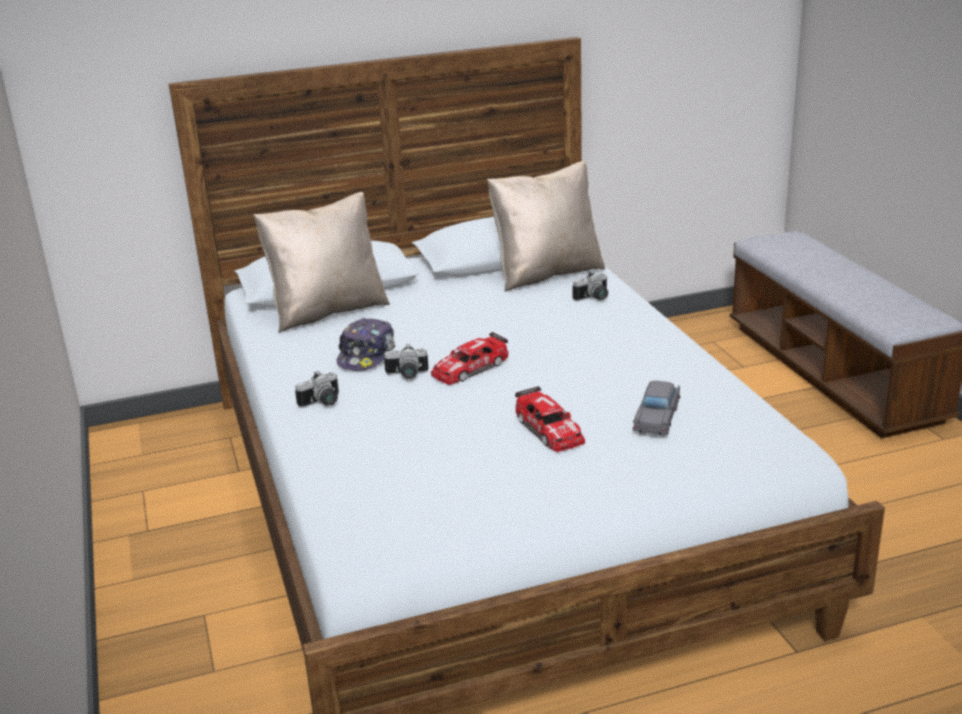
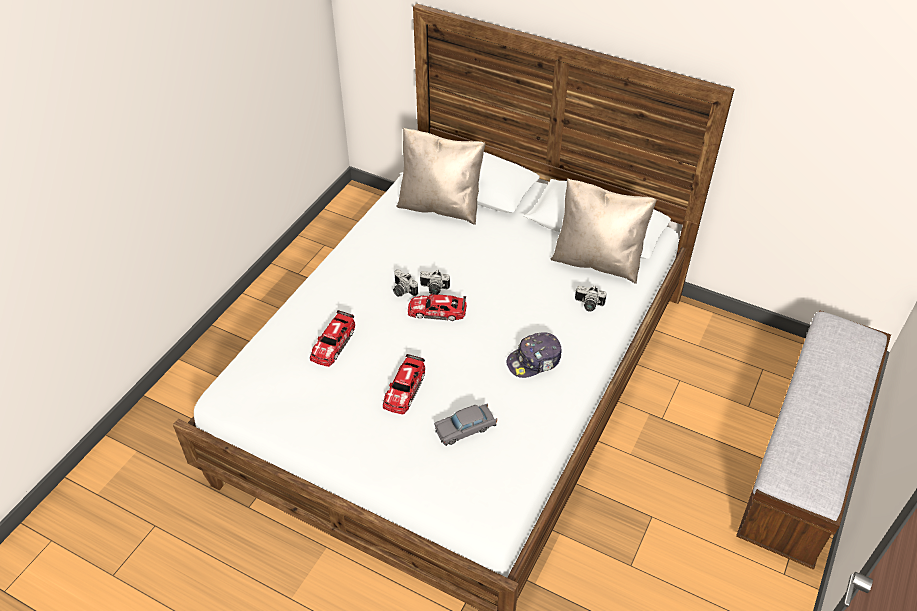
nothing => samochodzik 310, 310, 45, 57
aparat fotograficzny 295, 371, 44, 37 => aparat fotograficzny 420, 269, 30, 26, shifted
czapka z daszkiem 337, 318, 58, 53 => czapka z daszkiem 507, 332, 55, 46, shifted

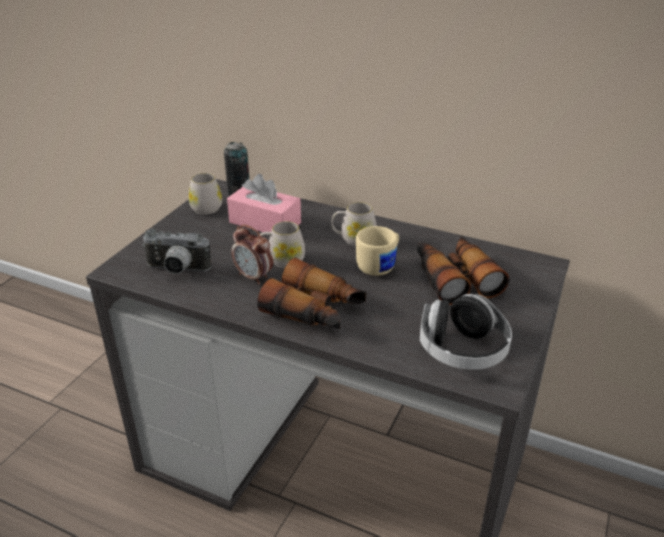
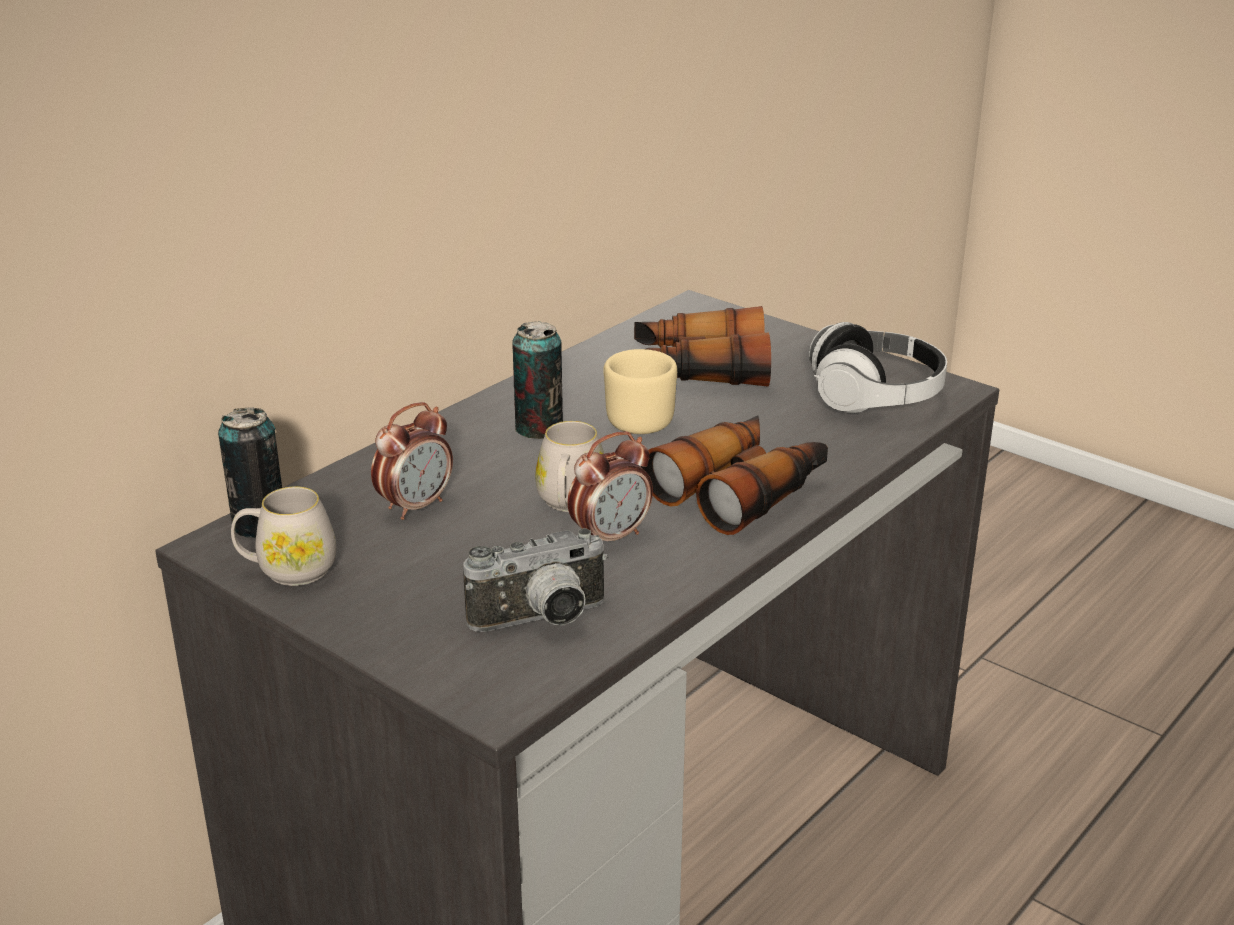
pudełko chusteczek/różowy 227, 174, 74, 58 => budzik 371, 402, 82, 118
kubek/biały 331, 202, 46, 45 => puszka 512, 321, 51, 118
aparat fotograficzny 142, 229, 69, 45 => aparat fotograficzny 463, 528, 145, 104, 45 degrees clockwise

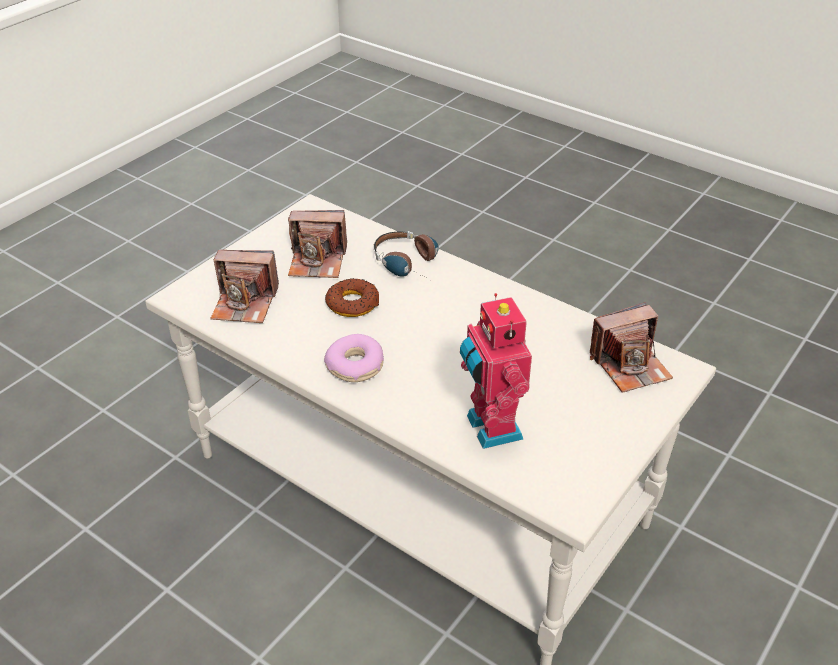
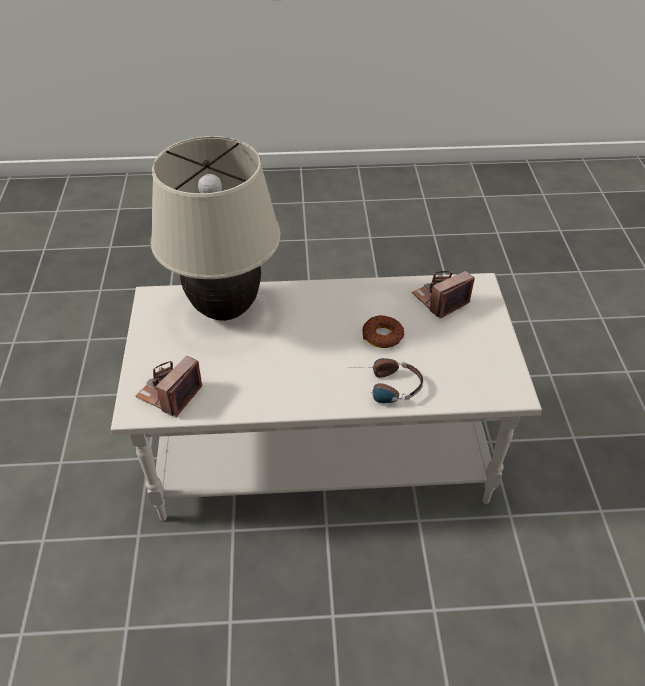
aparat fotograficzny 288, 210, 59, 68 => nothing
donut 324, 334, 60, 48 => nothing
robot zabawkowy 460, 293, 72, 156 => lampa stołowa/beżowy 150, 136, 131, 185

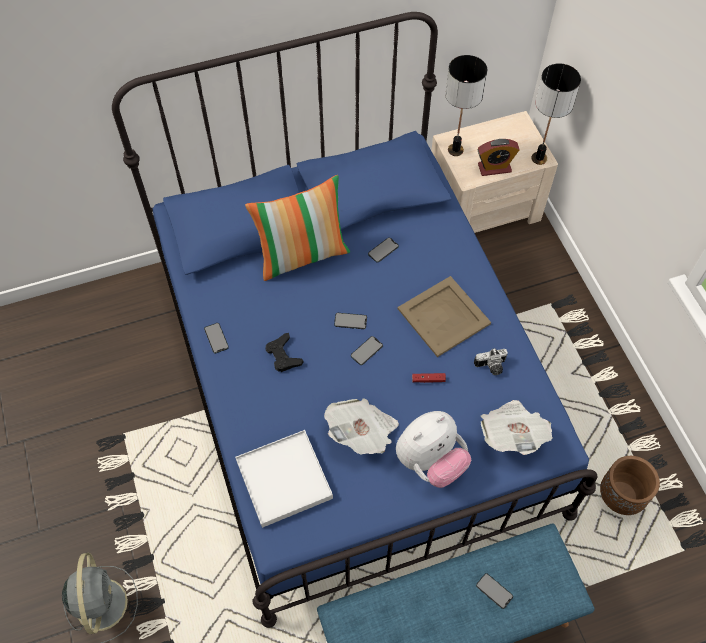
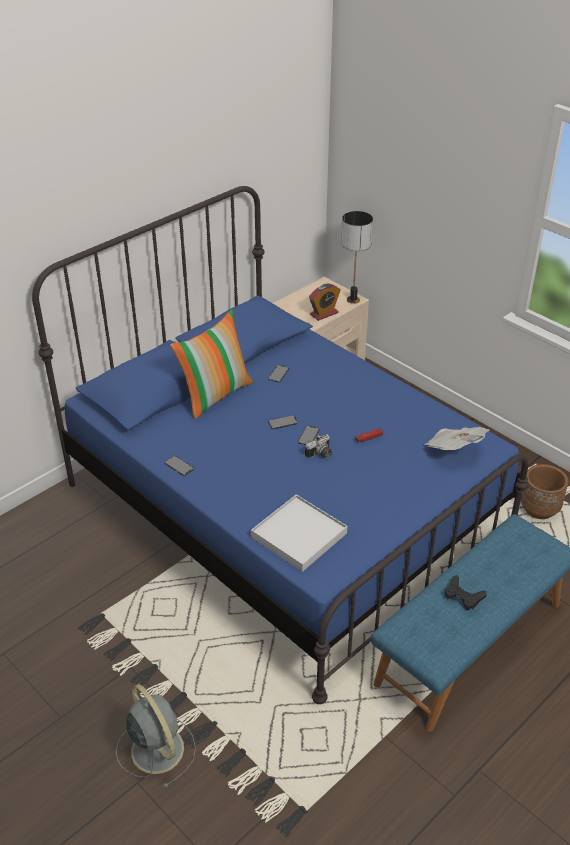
gazeta 324, 398, 75, 57 => nothing
pluszak 396, 411, 75, 77 => nothing
taca/beżowy 398, 276, 93, 81 => nothing
lampa stołowa 445, 55, 42, 101 => nothing
telefon 476, 573, 37, 36 => nothing
pad do gier/czarny 266, 333, 38, 39 => pad do gier/czarny 445, 575, 41, 35, shifted
aparat fotograficzny 474, 349, 34, 26 => aparat fotograficzny 305, 435, 27, 23, shifted

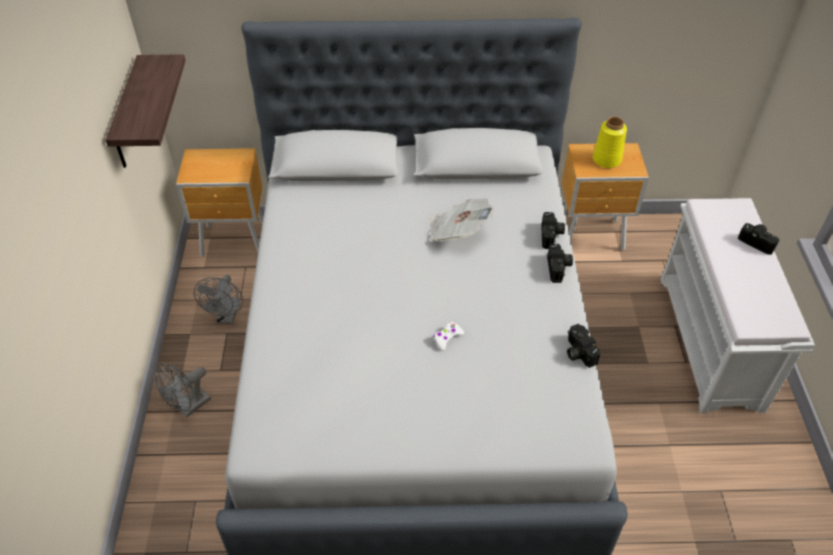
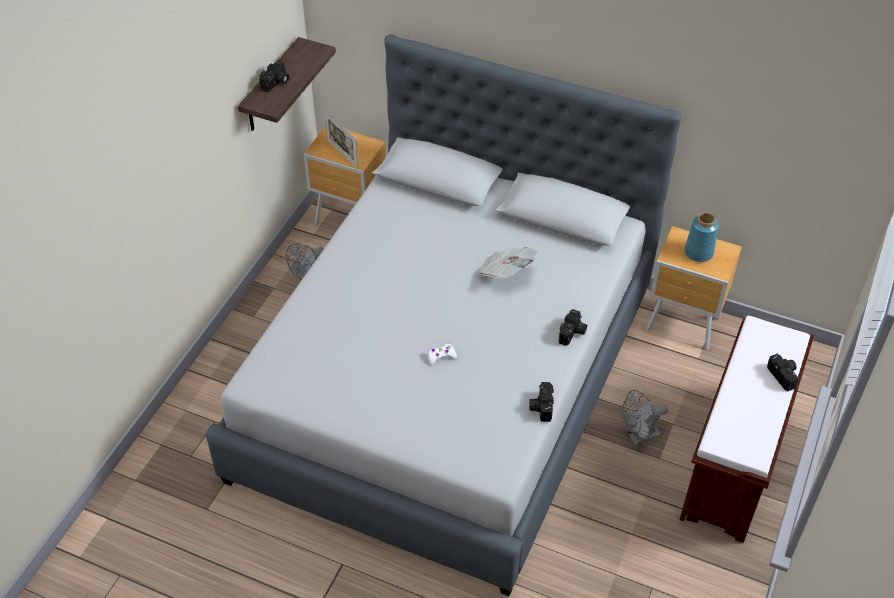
nothing => ramka na zdjęcie 324, 111, 34, 57
wentylator/szary 156, 363, 55, 55 => wentylator/szary 622, 390, 47, 55, shifted
aparat fotograficzny 541, 212, 24, 37 => aparat fotograficzny 259, 61, 30, 31, shifted
wazon/żółty 593, 117, 34, 51 => wazon/niebieski 684, 212, 34, 50
ławka/biały 660, 198, 155, 216 => ławka/brązowy 679, 316, 135, 227

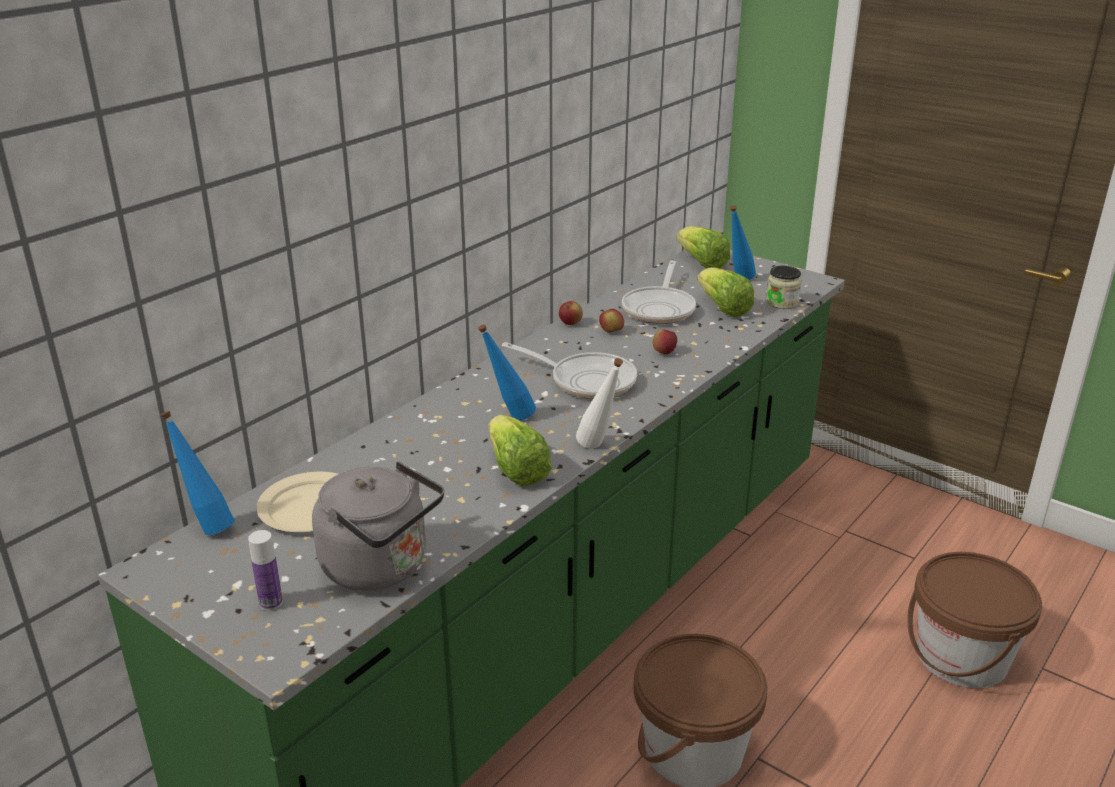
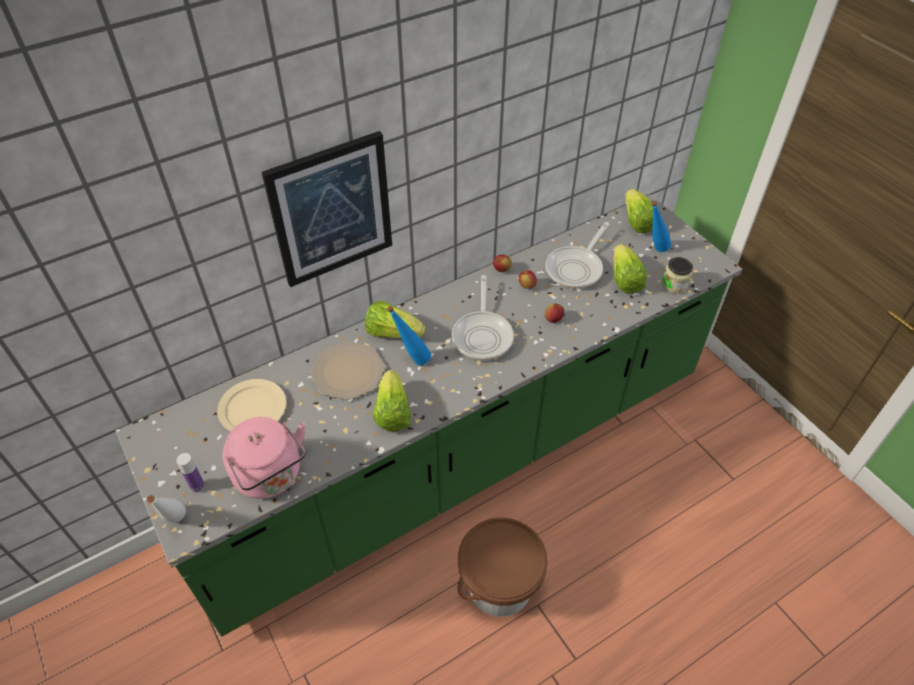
butelka/niebieski 161, 411, 74, 124 => nothing
wiadro/brązowy 907, 552, 135, 136 => nothing
nothing => obraz 262, 131, 130, 156
nothing => talerz 310, 341, 75, 59
nothing => sałata 365, 301, 60, 37
butelka/biały 576, 358, 47, 91 => butelka/biały 147, 495, 39, 28, shifted
czajnik/szary 312, 461, 132, 130 => czajnik/różowy 223, 417, 83, 82
patelnia 502, 342, 135, 57 => patelnia 452, 275, 62, 85, 45 degrees clockwise

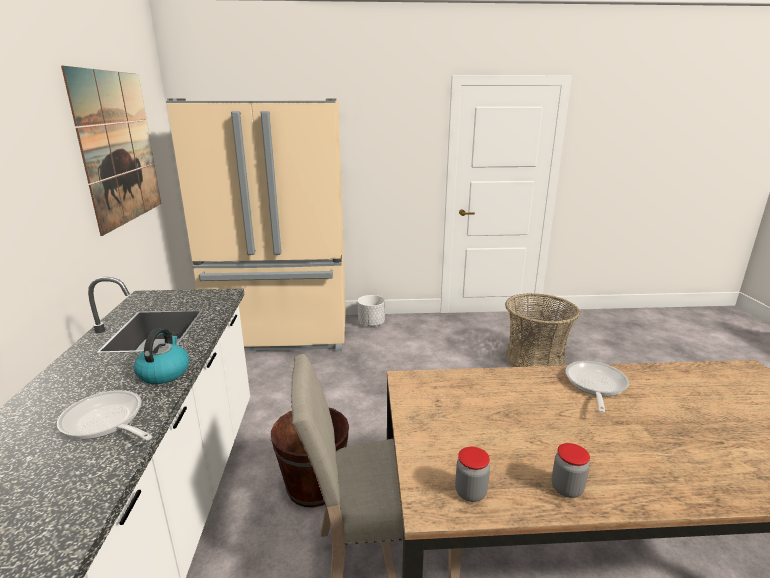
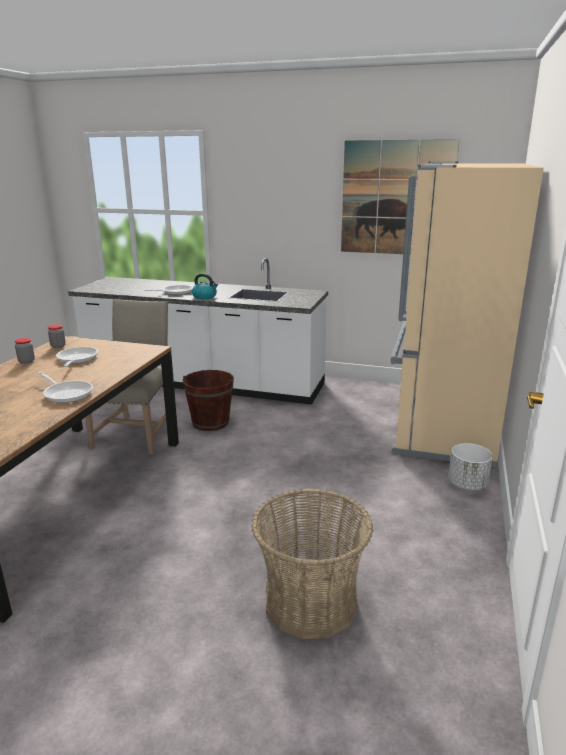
nothing => patelnia 56, 347, 42, 20

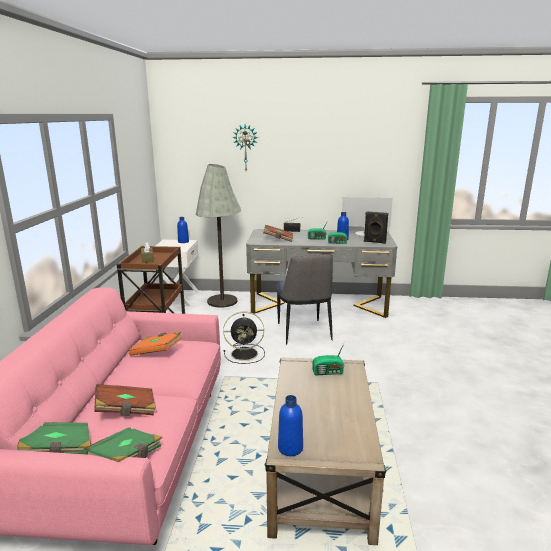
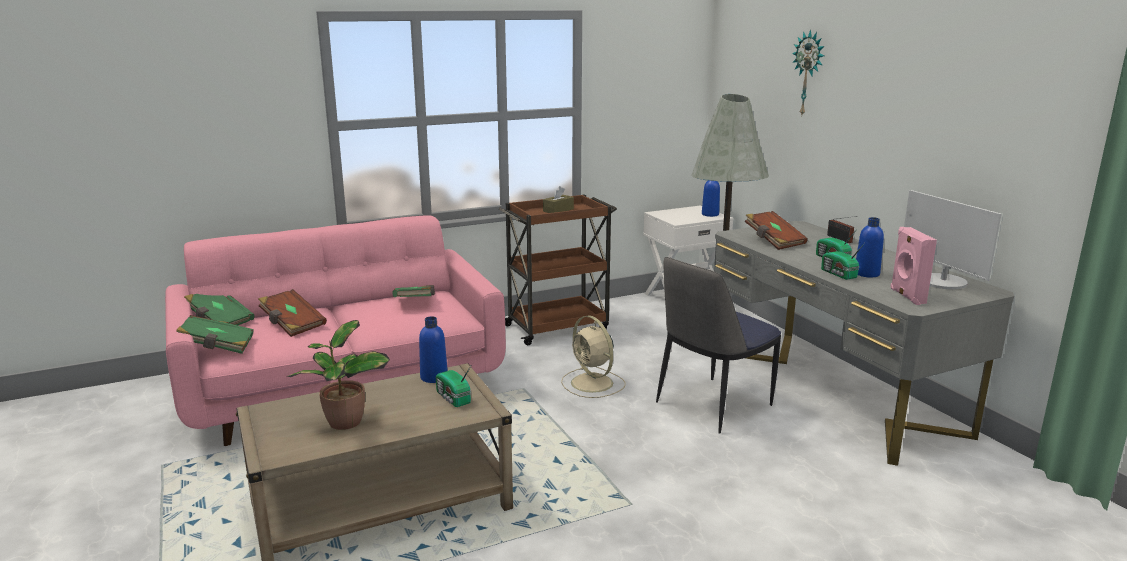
nothing => roślina doniczkowa 286, 320, 104, 110
butelka/niebieski 278, 395, 25, 61 => butelka/niebieski 419, 316, 29, 67, shifted
książka/pomarańczowy 128, 331, 54, 25 => książka/zielony 392, 285, 43, 12
wentylator/czarny 223, 312, 42, 52 => wentylator/beżowy 561, 315, 65, 83
głośnik/czarny 364, 211, 24, 33 => głośnik/różowy 890, 227, 47, 78

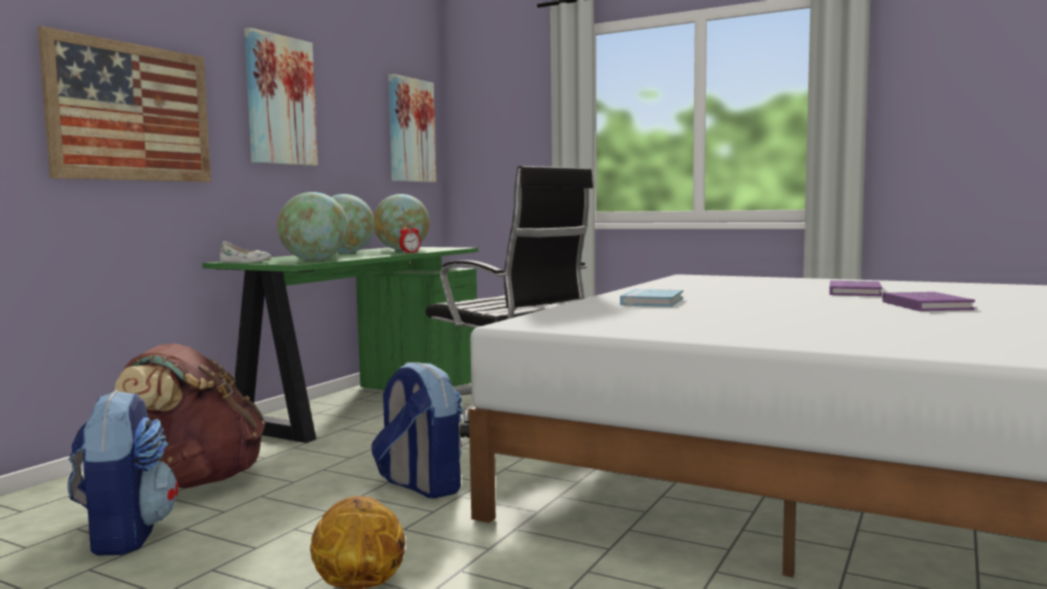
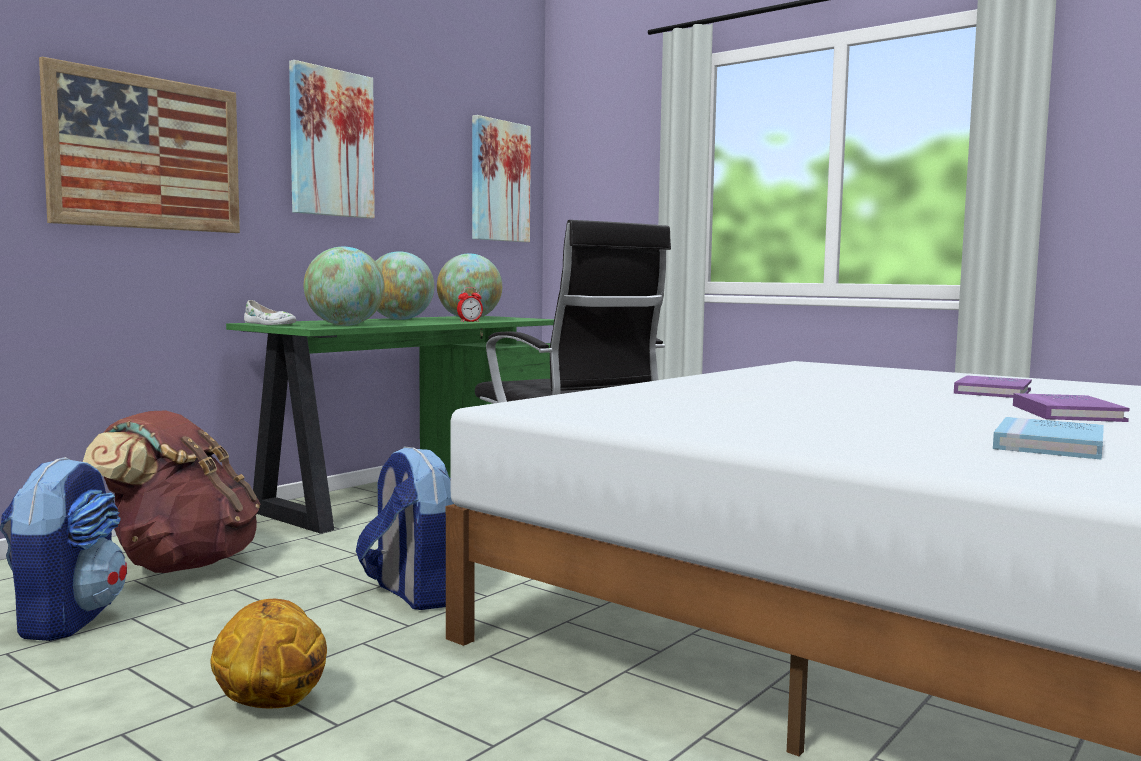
książka/niebieski 620, 289, 63, 18 => książka/niebieski 993, 417, 111, 43, shifted

